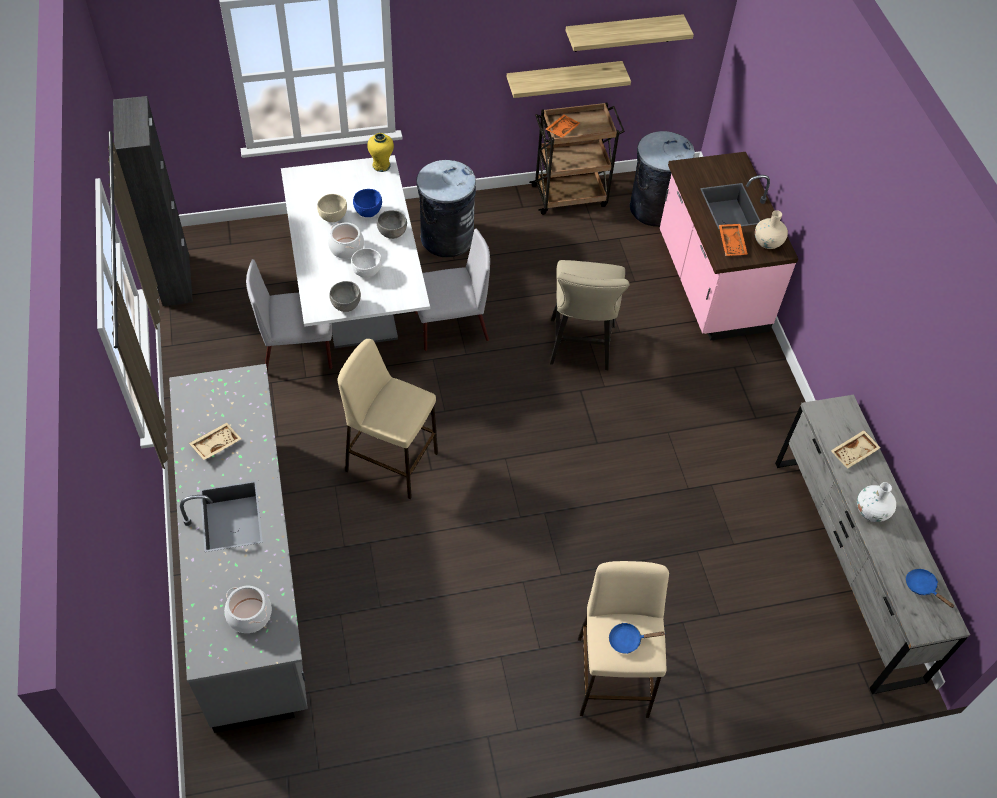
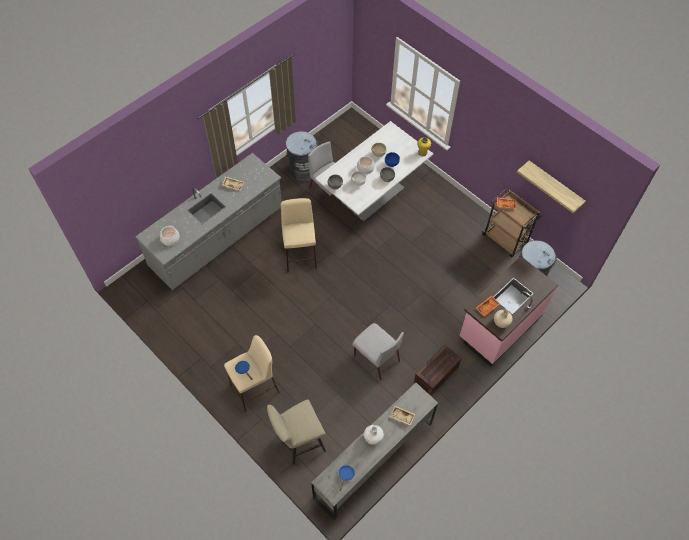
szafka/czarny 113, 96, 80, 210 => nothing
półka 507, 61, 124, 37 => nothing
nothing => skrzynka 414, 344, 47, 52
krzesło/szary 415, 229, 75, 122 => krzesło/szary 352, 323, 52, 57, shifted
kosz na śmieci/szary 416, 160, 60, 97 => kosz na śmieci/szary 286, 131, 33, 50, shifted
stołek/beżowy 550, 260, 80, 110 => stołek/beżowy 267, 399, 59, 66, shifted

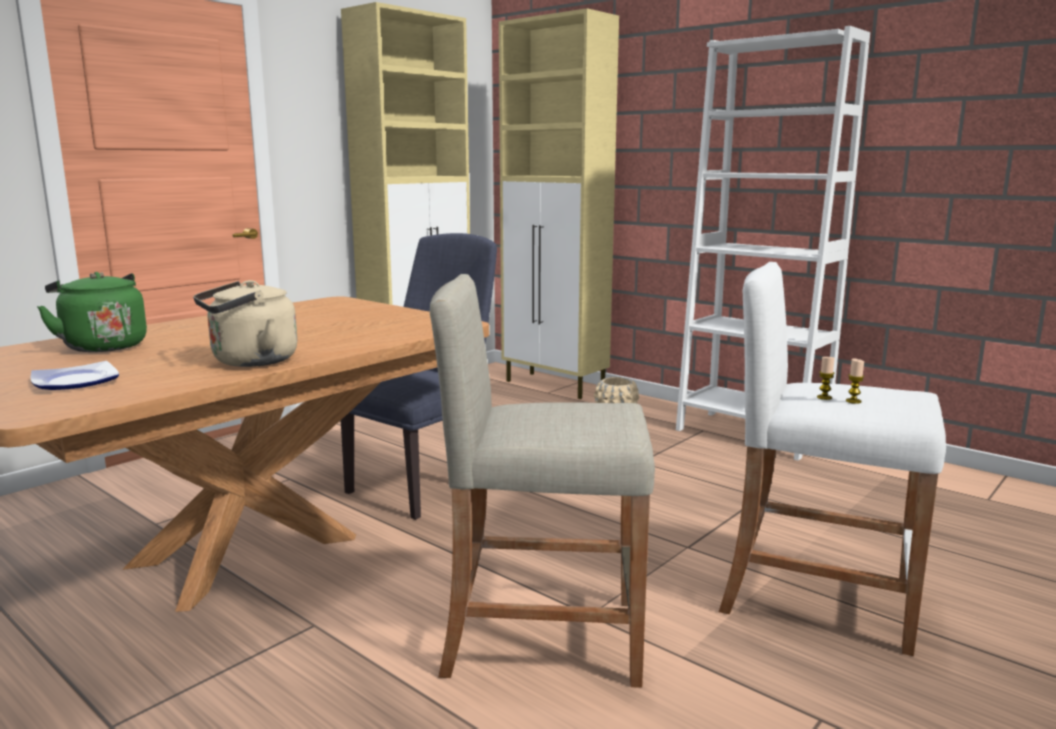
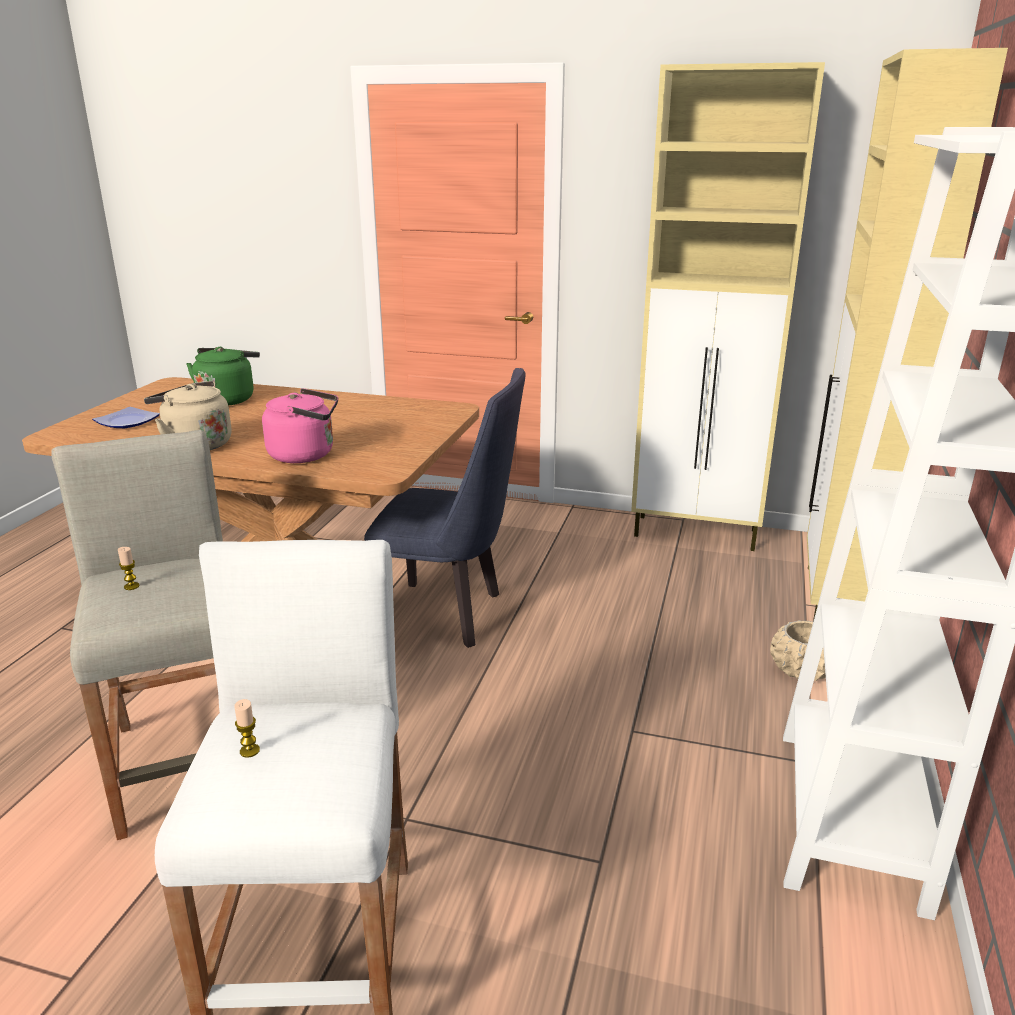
nothing => czajnik/różowy 262, 388, 76, 75
świeca 817, 356, 18, 44 => świeca 118, 547, 21, 43, shifted

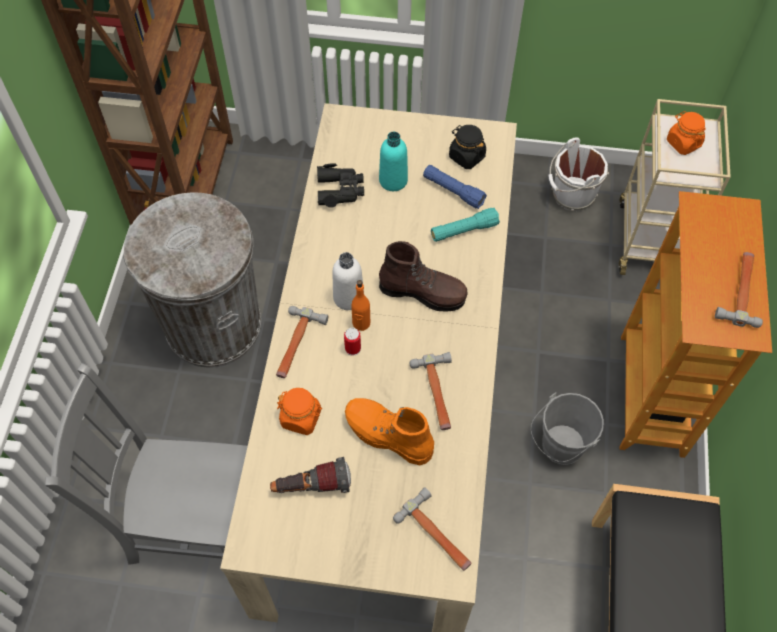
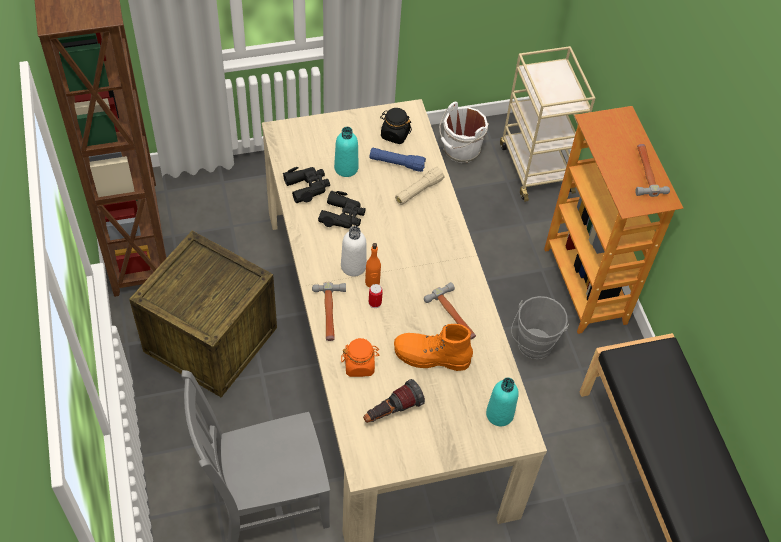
but z cholewką/brązowy 379, 241, 89, 71 => nothing
słoik/pomarańczowy 667, 111, 39, 44 => nothing
nothing => lornetka/czarny 318, 190, 48, 39
kosz na śmieci/szary 123, 192, 138, 176 => skrzynka 129, 231, 148, 166
młotek 393, 487, 79, 84 => butelka/turkusowy 486, 377, 33, 49
latarka/turkusowy 431, 208, 69, 34 => latarka/beżowy 395, 167, 50, 38

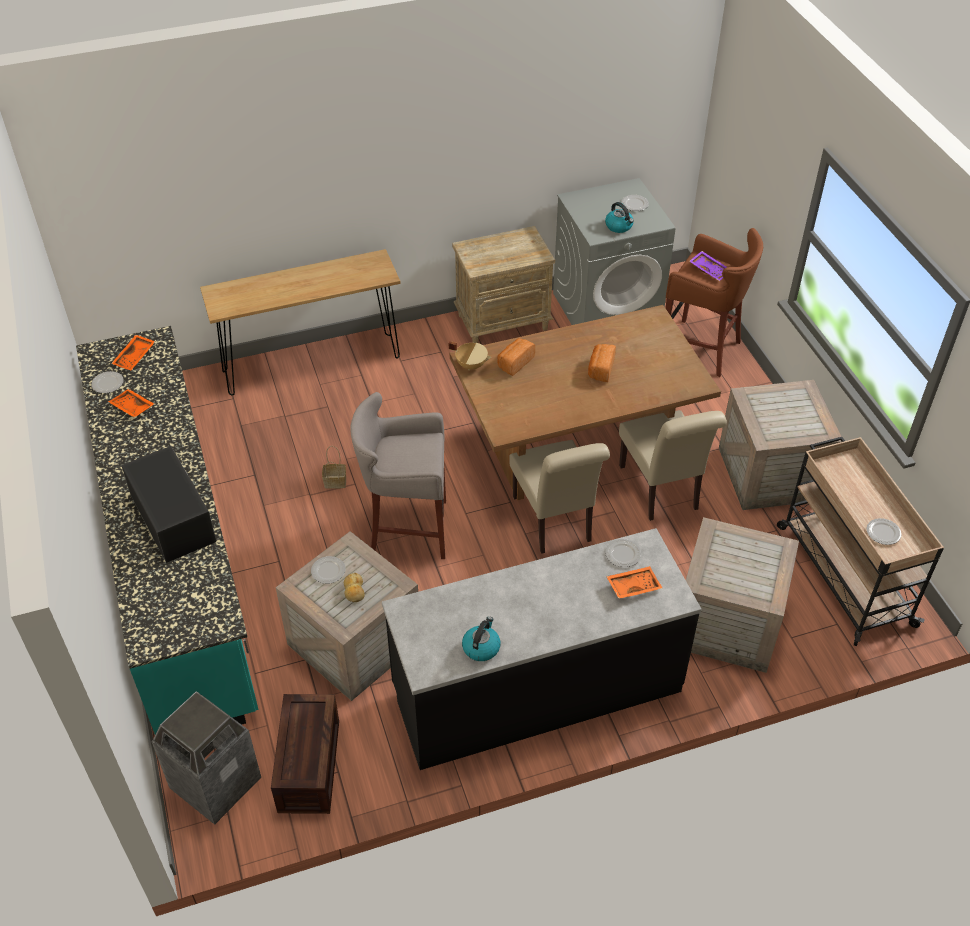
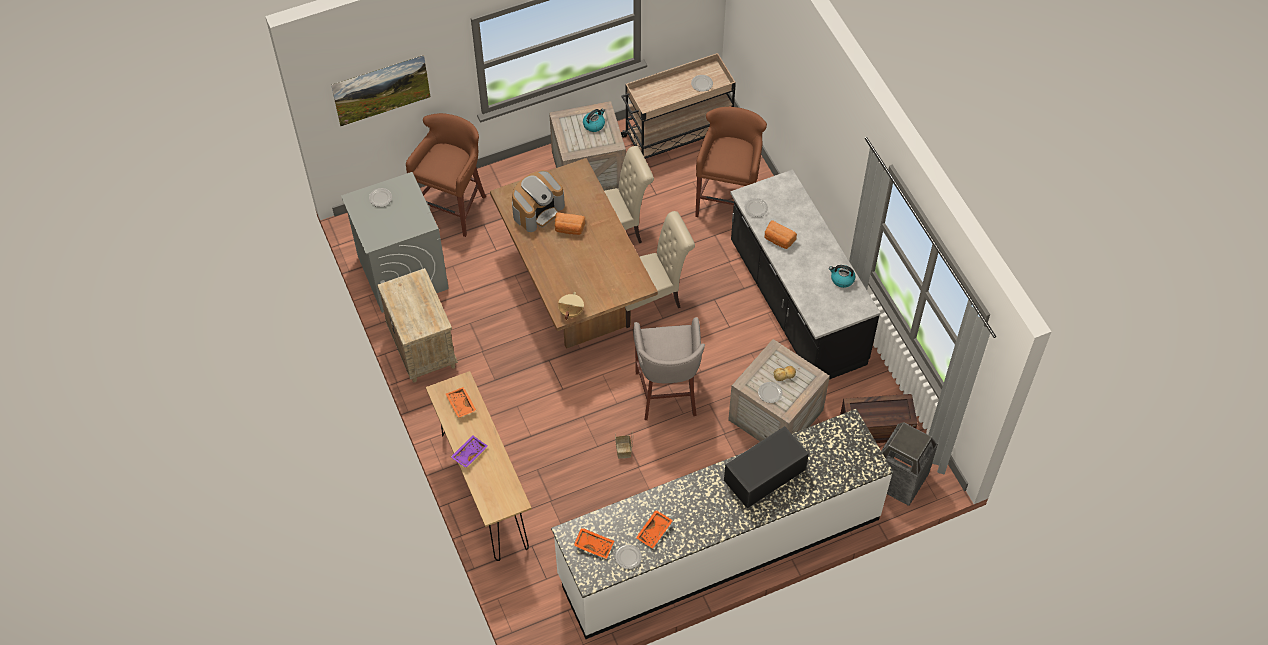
nothing => obraz 331, 55, 99, 72
nothing => ekspres do kawy 512, 170, 53, 62
chleb 497, 338, 38, 38 => chleb 764, 220, 33, 29, shifted
czajnik 605, 202, 29, 31 => czajnik 583, 109, 22, 23, shifted
taca/pomarańczowy 606, 566, 57, 33 => taca/pomarańczowy 446, 387, 31, 31, shifted
taca/fioletowy 689, 251, 38, 30 => taca/fioletowy 451, 435, 37, 33, shifted
skrzynka 686, 517, 113, 156 => stołek/brązowy 695, 107, 72, 110
zabudowa kuchenna/turkusowy 76, 326, 182, 408 => zabudowa kuchenna/biały 551, 409, 342, 230

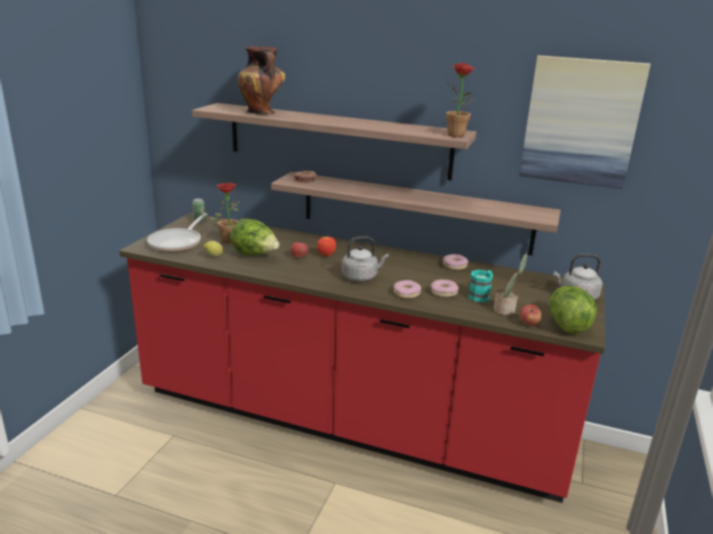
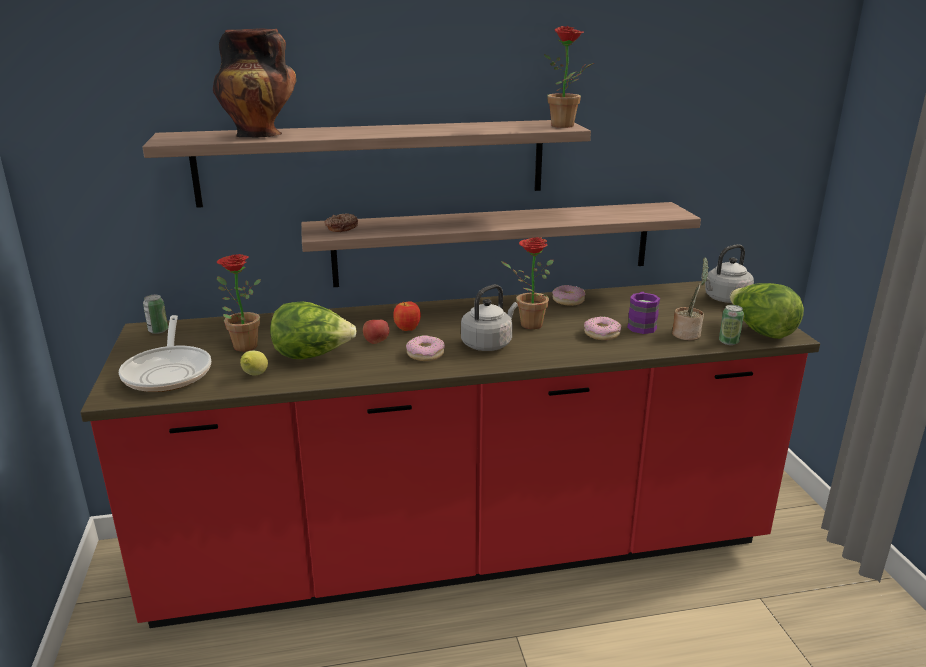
obraz 519, 55, 132, 134 => nothing
nothing => roślina doniczkowa 501, 237, 52, 92
donut 393, 280, 28, 19 => donut 406, 335, 39, 26, shifted
jabłko 520, 304, 22, 22 => puszka 719, 305, 25, 40
kubek/turkusowy 468, 270, 25, 32 => kubek/fioletowy 627, 292, 33, 42

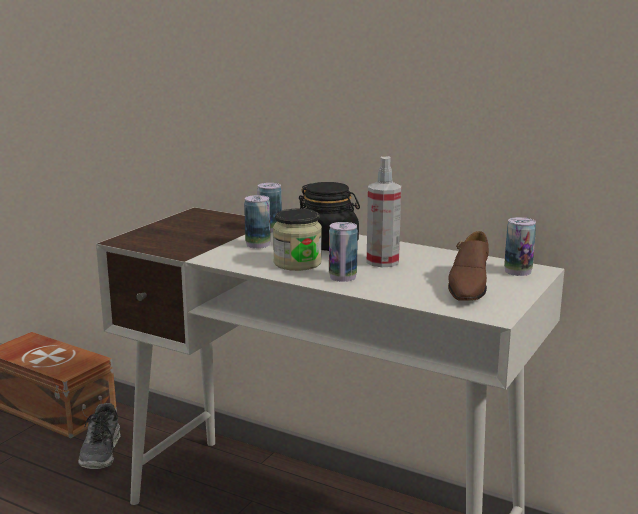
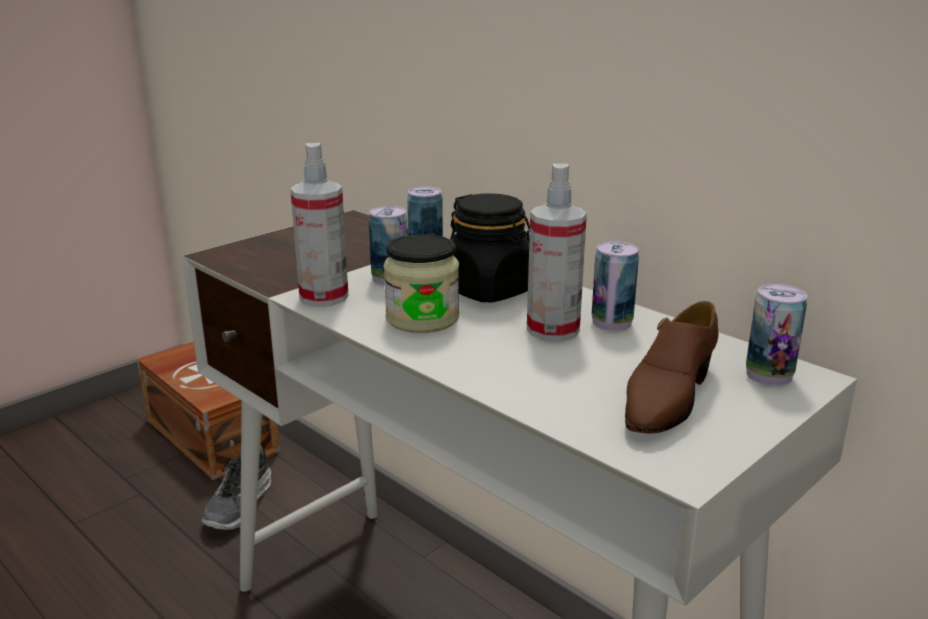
nothing => spryskiwacz 290, 143, 59, 164
puszka 329, 222, 29, 60 => puszka 592, 241, 47, 90, shifted

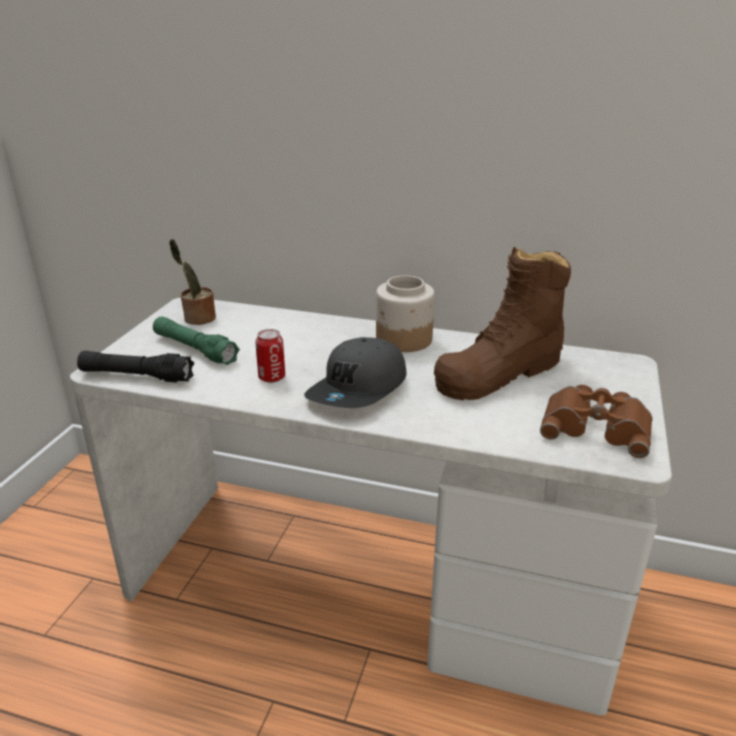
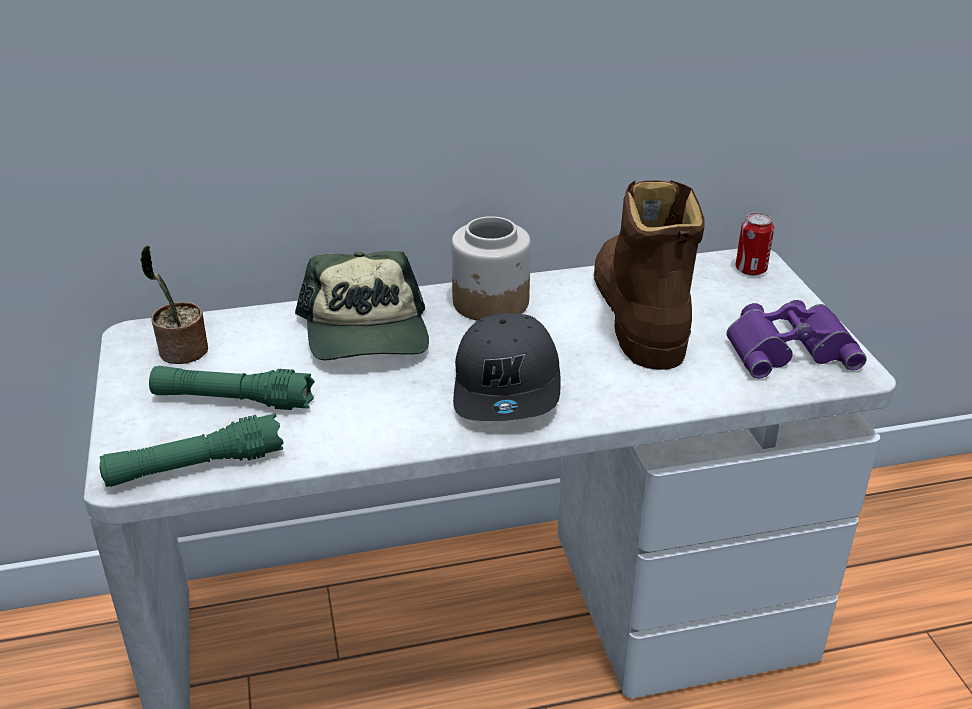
nothing => czapka z daszkiem 295, 251, 134, 109
puszka 255, 329, 30, 54 => puszka 736, 213, 38, 63, shifted
latarka/czarny 77, 351, 117, 31 => latarka/zielony 100, 413, 184, 74
lornetka/brązowy 540, 385, 112, 73 => lornetka/fioletowy 726, 300, 141, 79
but z cholewką/brązowy 434, 247, 137, 153 => but z cholewką/brązowy 594, 180, 111, 190, 150 degrees clockwise

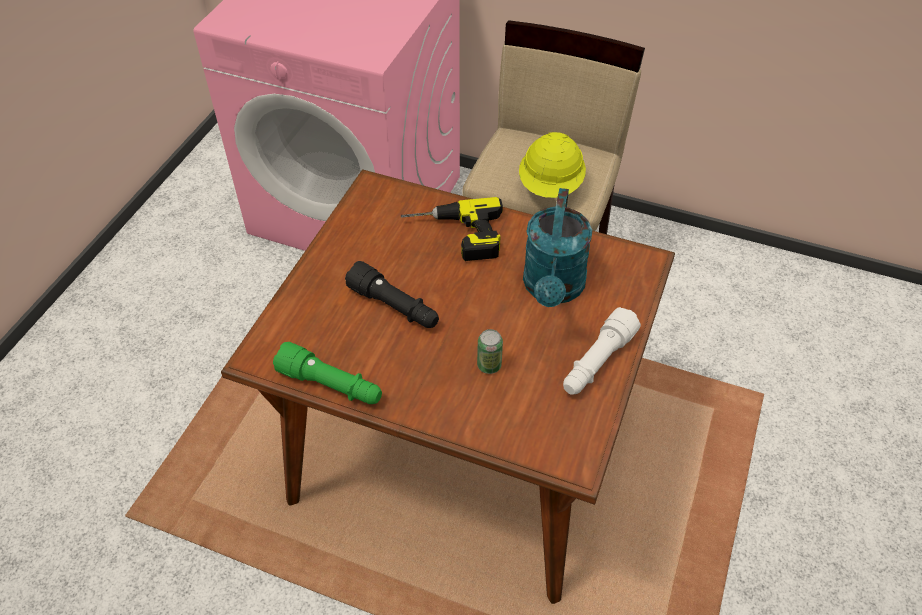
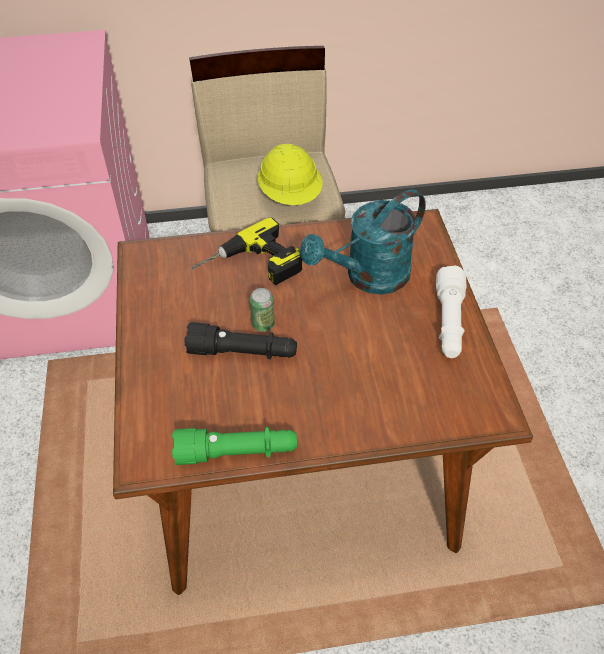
puszka 477, 329, 26, 45 => puszka 250, 288, 25, 44, shifted
konewka/turkusowy 523, 188, 69, 119 => konewka/turkusowy 300, 189, 126, 106, 75 degrees clockwise

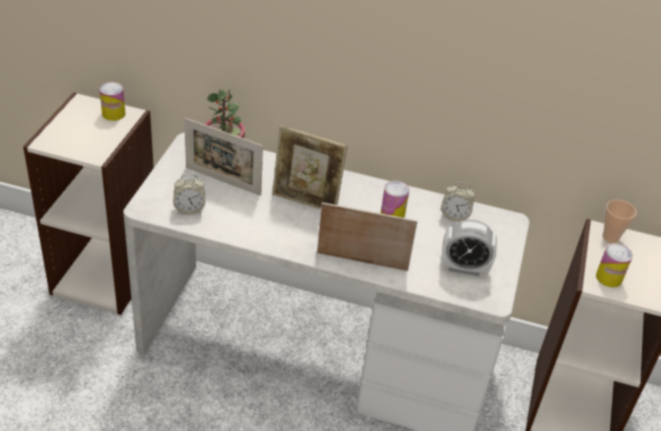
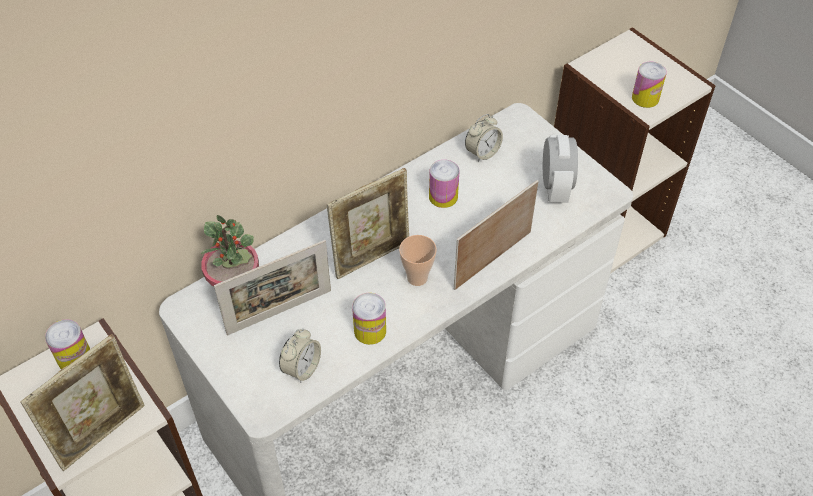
nothing => ramka na zdjęcie 20, 334, 125, 137
nothing => puszka 352, 293, 34, 52
filiżanka 603, 200, 34, 43 => filiżanka 399, 235, 38, 51, shifted
budzik 441, 220, 56, 56 => budzik 543, 135, 35, 68, 45 degrees counterclockwise

